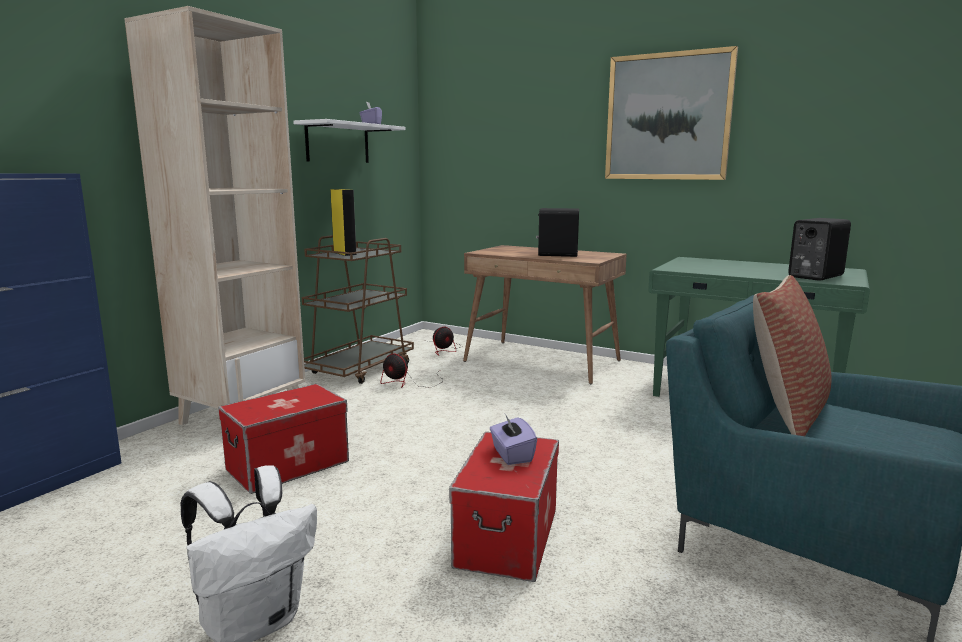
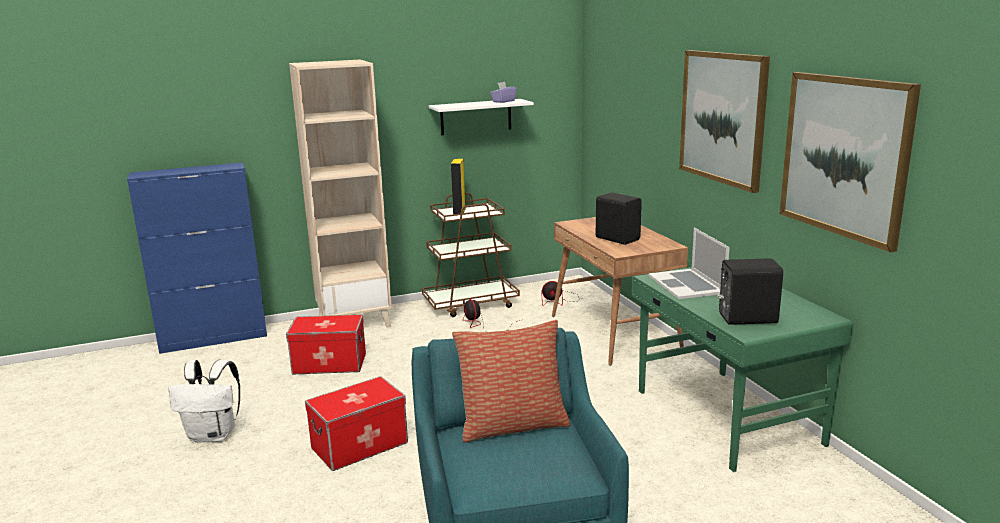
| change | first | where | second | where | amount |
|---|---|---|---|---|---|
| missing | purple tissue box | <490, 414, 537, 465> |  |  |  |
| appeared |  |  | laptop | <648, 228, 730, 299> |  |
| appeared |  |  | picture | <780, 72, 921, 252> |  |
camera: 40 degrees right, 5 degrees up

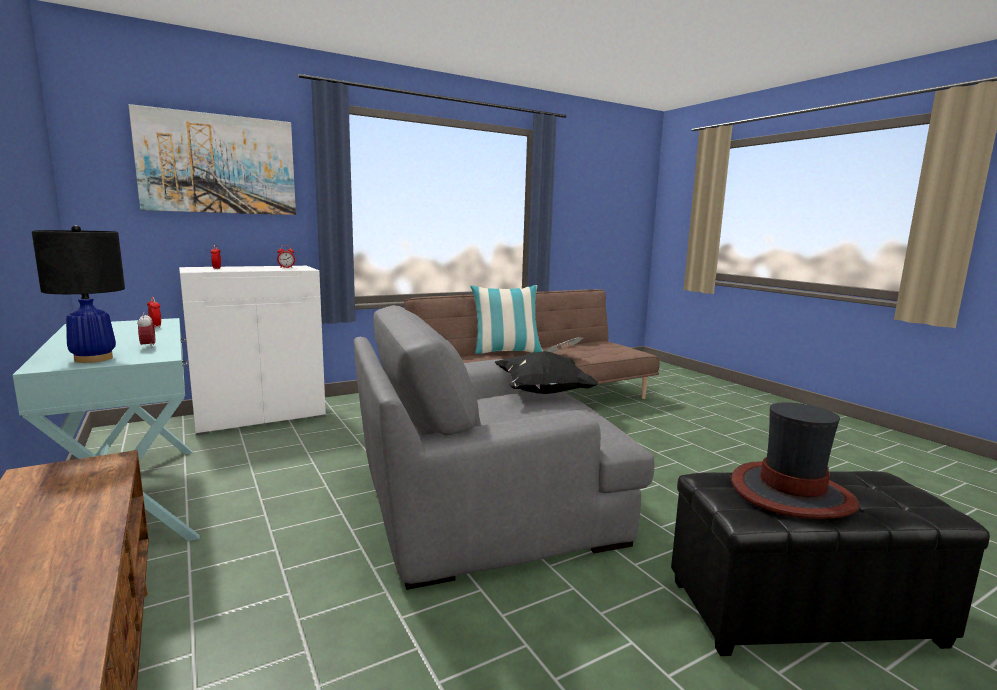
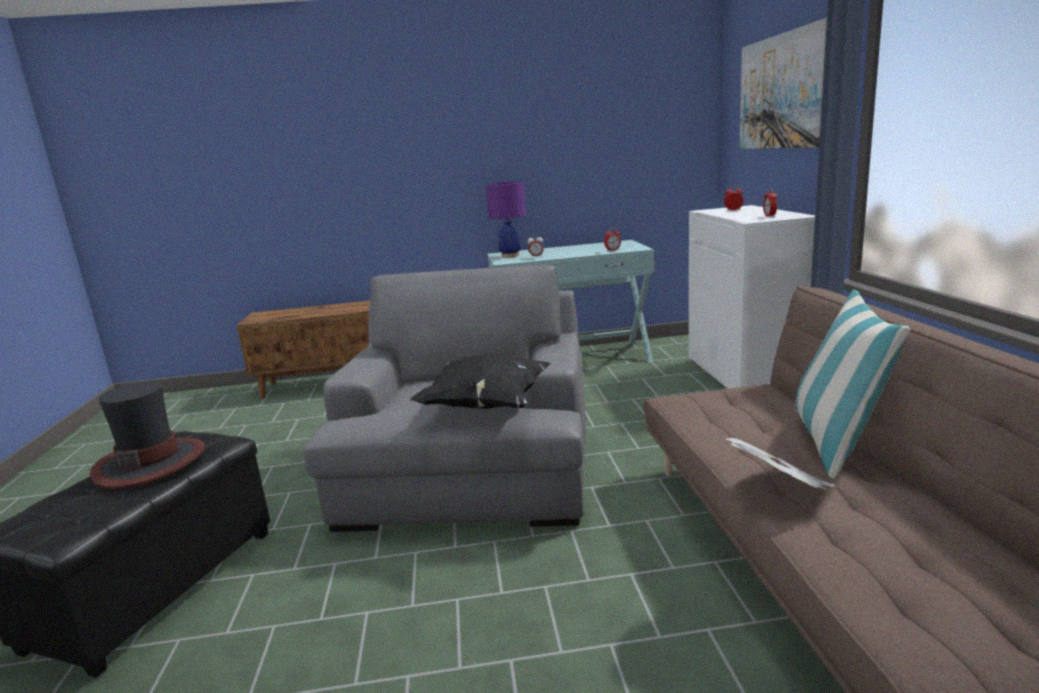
| change | first | where | second | where | amount |
|---|---|---|---|---|---|
| colour | black table lamp | <32, 225, 125, 363> | purple table lamp | <485, 180, 526, 258> |  |
camera: 115 degrees right, 5 degrees up

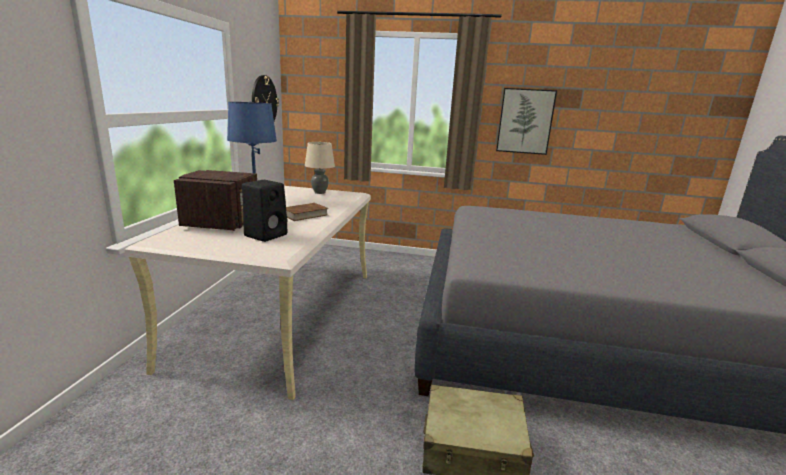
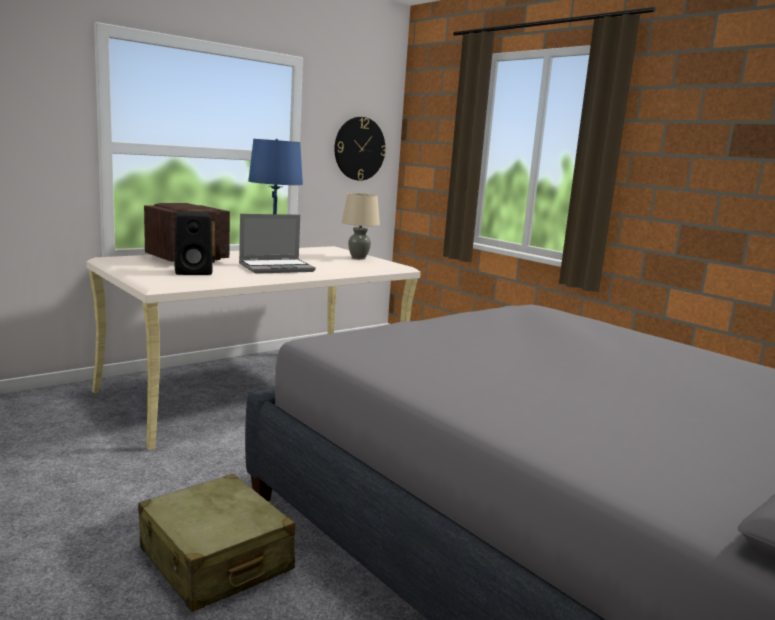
| change | first | where | second | where | amount |
|---|---|---|---|---|---|
| exchanged | brown book | <286, 203, 329, 221> | laptop | <239, 214, 316, 274> |  |
| missing | picture | <496, 88, 557, 155> |  |  |  |
camera: 40 degrees right, 5 degrees down

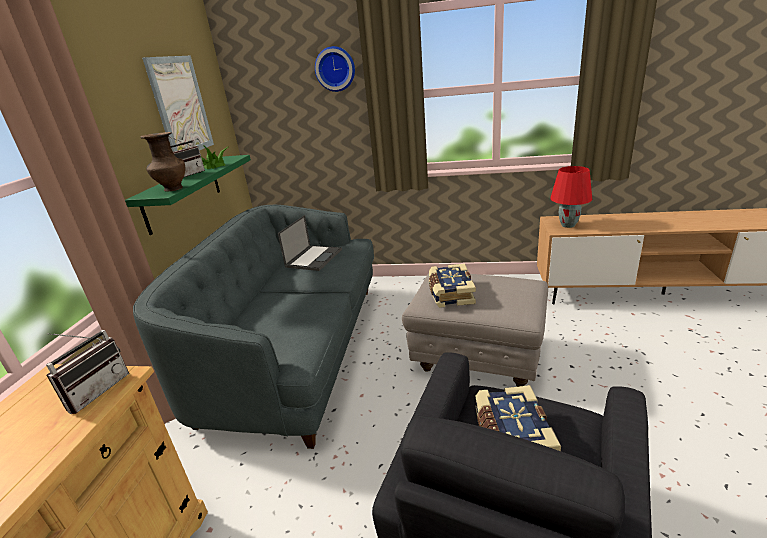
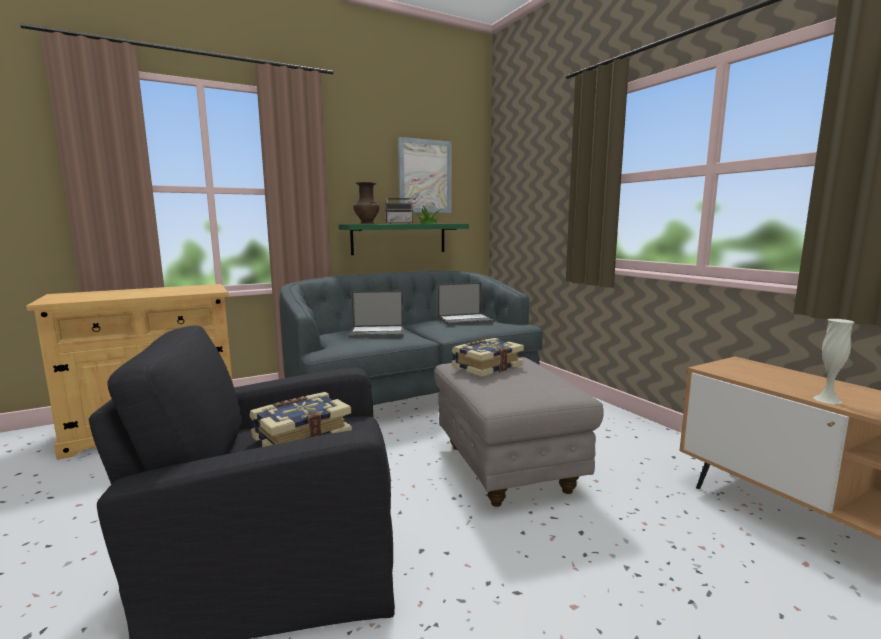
| change | first | where | second | where | amount |
|---|---|---|---|---|---|
| missing | radio | <46, 330, 129, 414> |  |  |  |
| missing | wall clock | <315, 46, 355, 92> |  |  |  |
| missing | red table lamp | <550, 166, 592, 228> |  |  |  |
| appeared |  |  | laptop | <348, 290, 404, 338> |  |
| appeared |  |  | white vase | <813, 319, 854, 404> |  |
camera: 50 degrees right, 15 degrees down

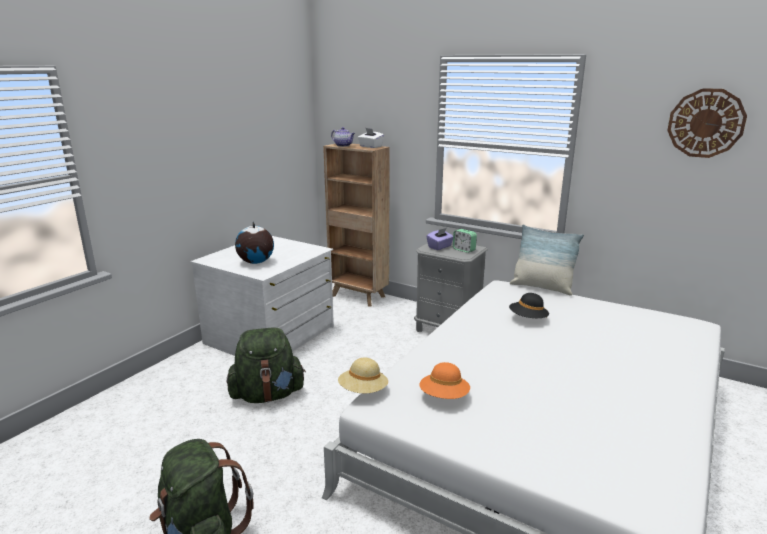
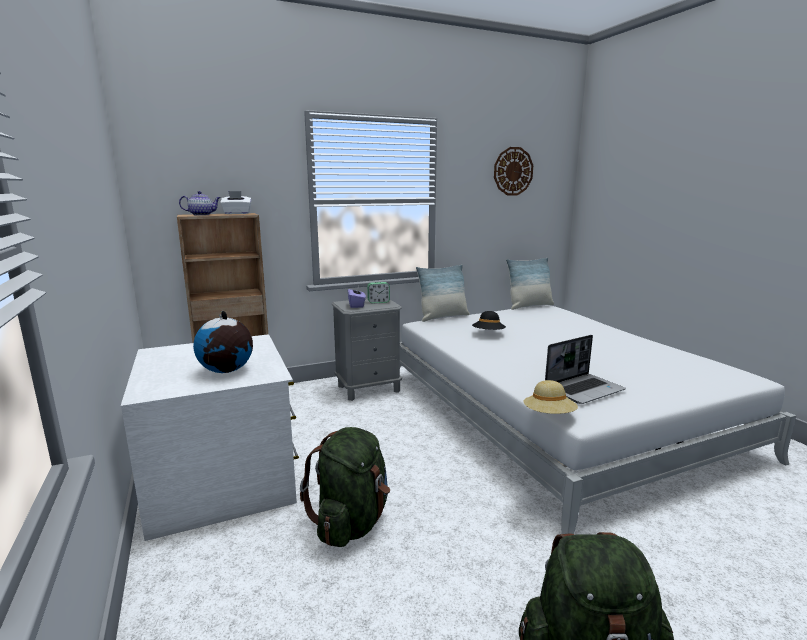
| change | first | where | second | where | amount |
|---|---|---|---|---|---|
| exchanged | orange hat | <419, 362, 470, 399> | laptop | <545, 335, 626, 404> |  |
| appeared |  |  | pillow | <506, 257, 554, 310> |  |
camera: 55 degrees left, 5 degrees down

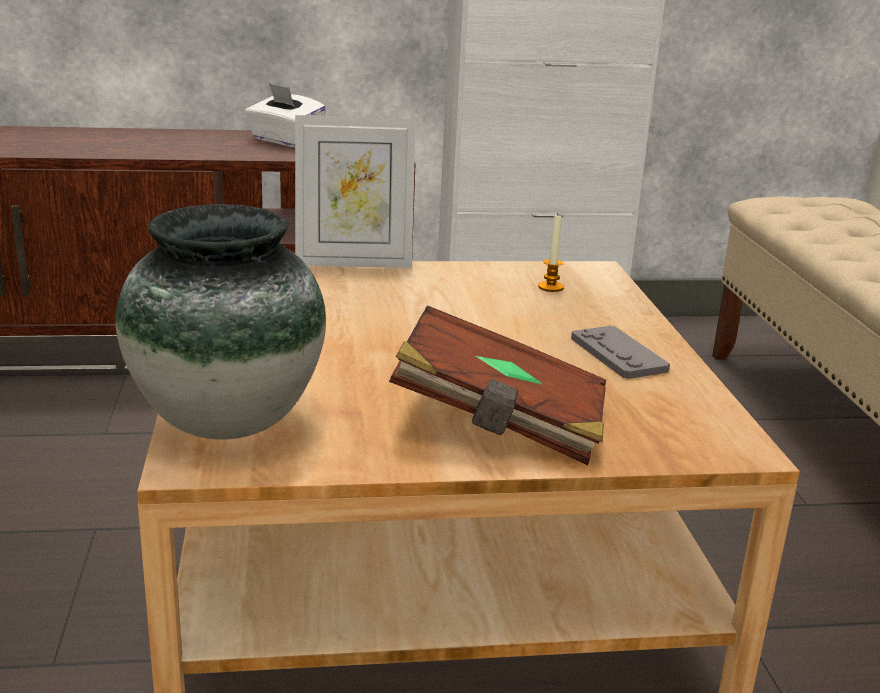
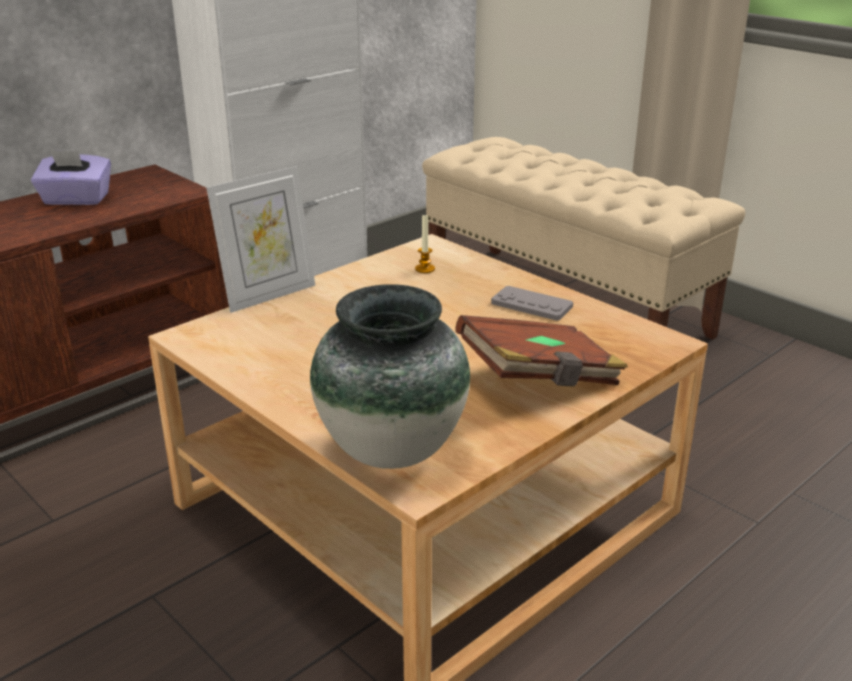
| change | first | where | second | where | amount |
|---|---|---|---|---|---|
| colour | white tissue box | <245, 83, 326, 147> | purple tissue box | <31, 150, 111, 205> |  |
camera: 35 degrees left, 5 degrees up

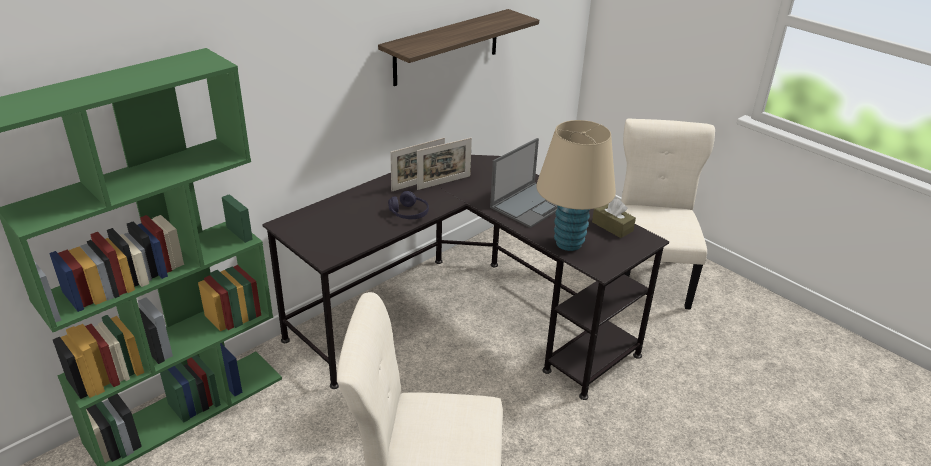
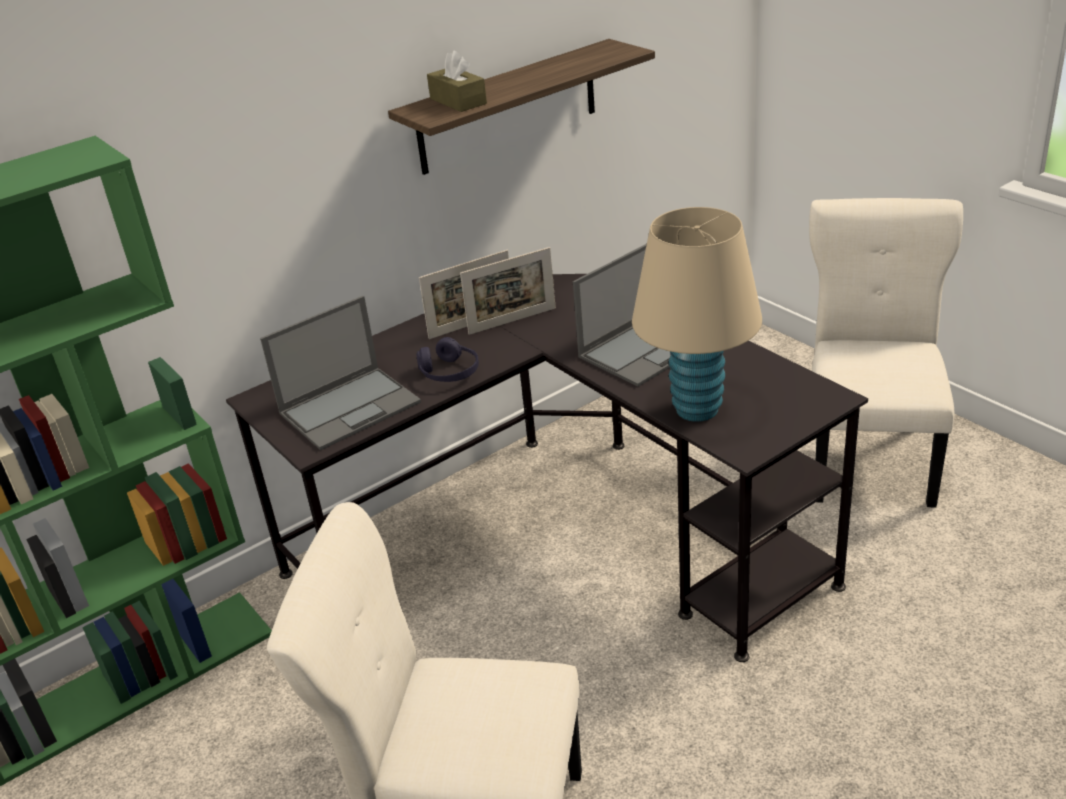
| change | first | where | second | where | amount |
|---|---|---|---|---|---|
| relocated | brown tissue box | <592, 199, 636, 238> |  | <427, 50, 487, 112> |  |
| appeared |  |  | laptop | <260, 296, 421, 450> |  |
camera: 10 degrees right, 0 degrees up

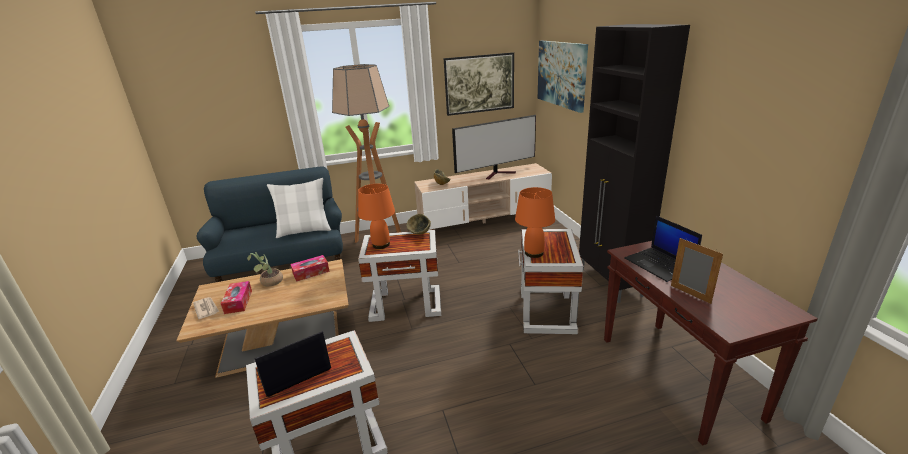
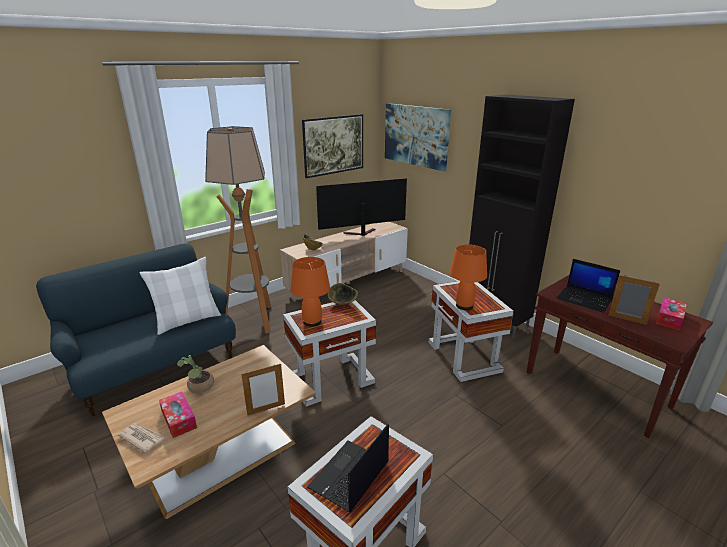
| change | first | where | second | where | amount |
|---|---|---|---|---|---|
| relocated | tissue box | <291, 255, 330, 282> |  | <656, 297, 687, 330> |  |
| spun | television | <452, 115, 536, 179> |  | <316, 178, 407, 236> | 150 degrees counterclockwise |
| appeared |  |  | picture frame | <241, 363, 285, 416> |  |
camera: 25 degrees left, 0 degrees up

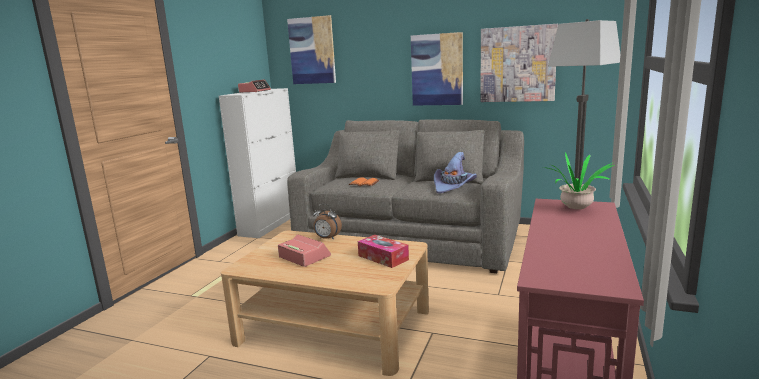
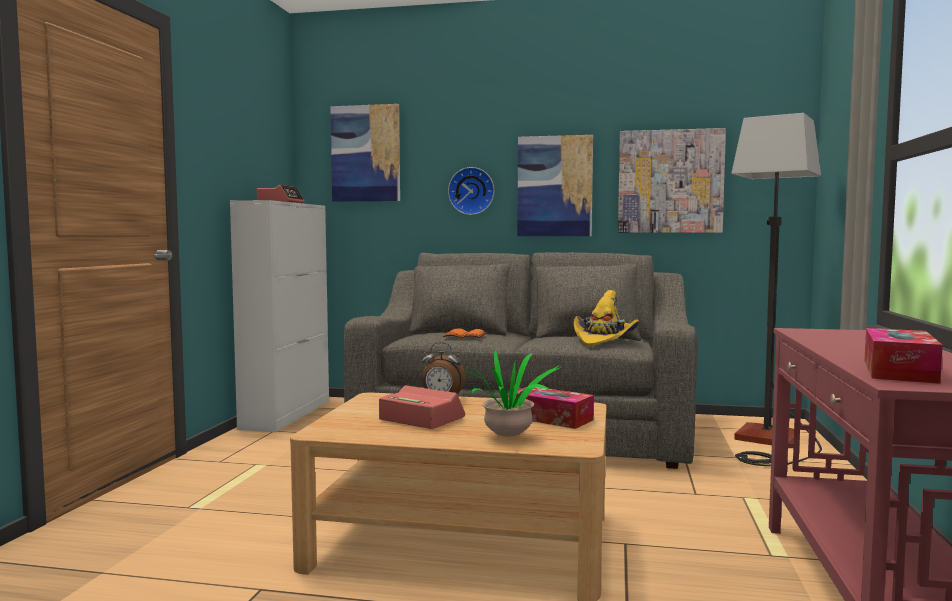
| change | first | where | second | where | amount |
|---|---|---|---|---|---|
| colour | purple hat | <434, 152, 477, 194> | yellow hat | <573, 290, 639, 346> |  |
| relocated | potted plant | <543, 152, 614, 210> |  | <465, 349, 561, 437> |  |
| appeared |  |  | wall clock | <448, 167, 494, 215> |  |
| appeared |  |  | tissue box | <864, 328, 943, 384> |  |
camera: 10 degrees left, 10 degrees down

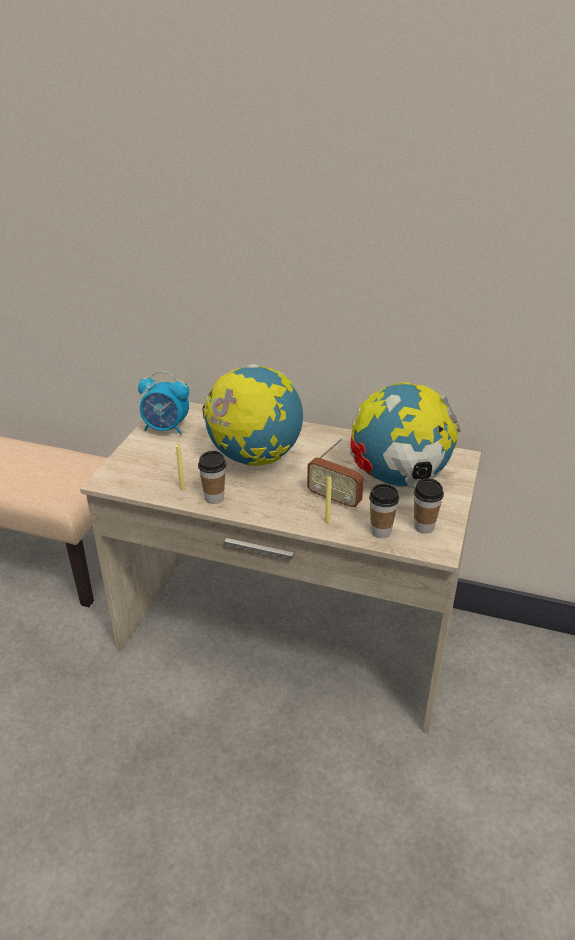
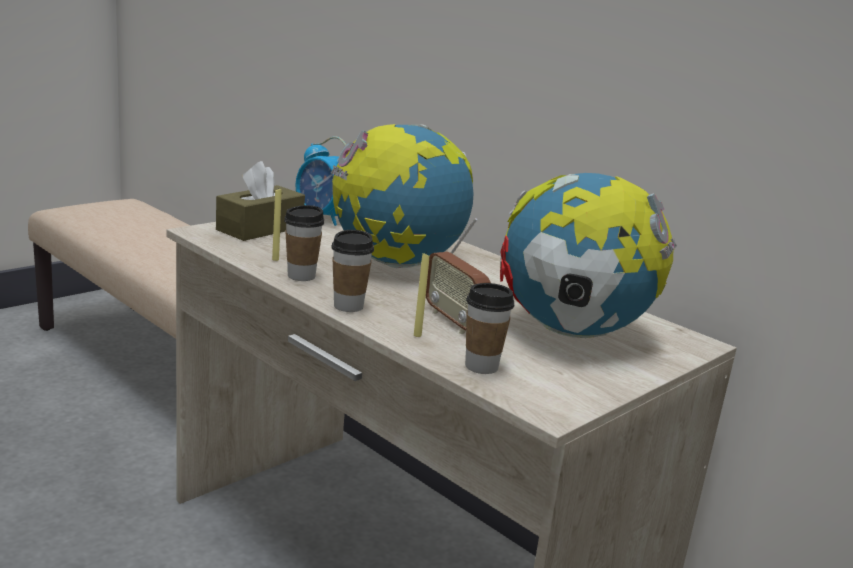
| change | first | where | second | where | amount |
|---|---|---|---|---|---|
| relocated | cup | <414, 478, 444, 534> |  | <331, 230, 374, 312> |  |
| appeared |  |  | brown tissue box | <216, 161, 305, 241> |  |
camera: 25 degrees right, 15 degrees down

